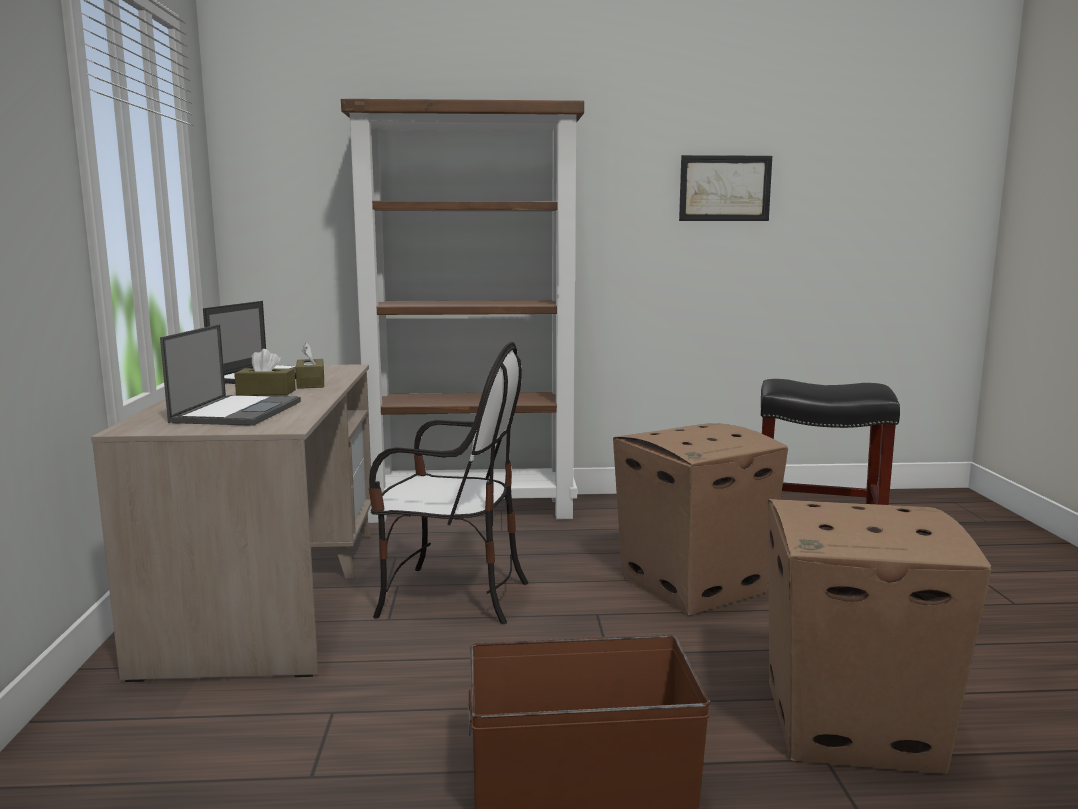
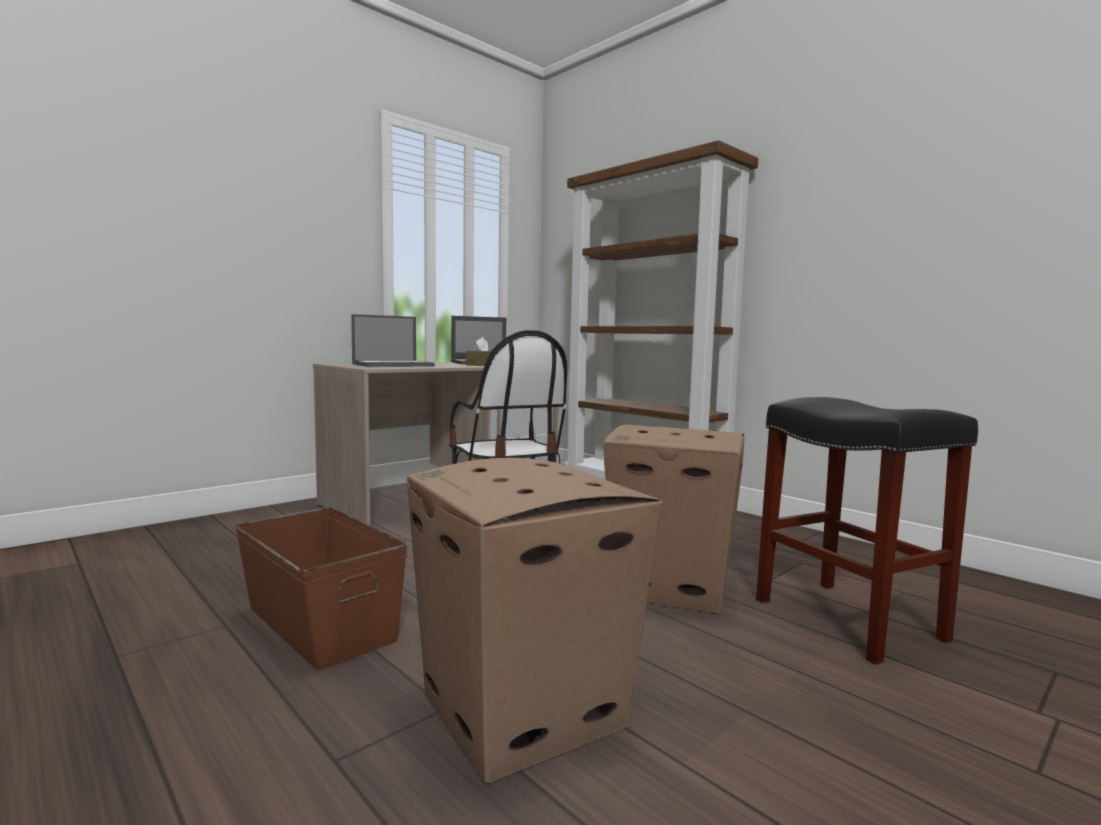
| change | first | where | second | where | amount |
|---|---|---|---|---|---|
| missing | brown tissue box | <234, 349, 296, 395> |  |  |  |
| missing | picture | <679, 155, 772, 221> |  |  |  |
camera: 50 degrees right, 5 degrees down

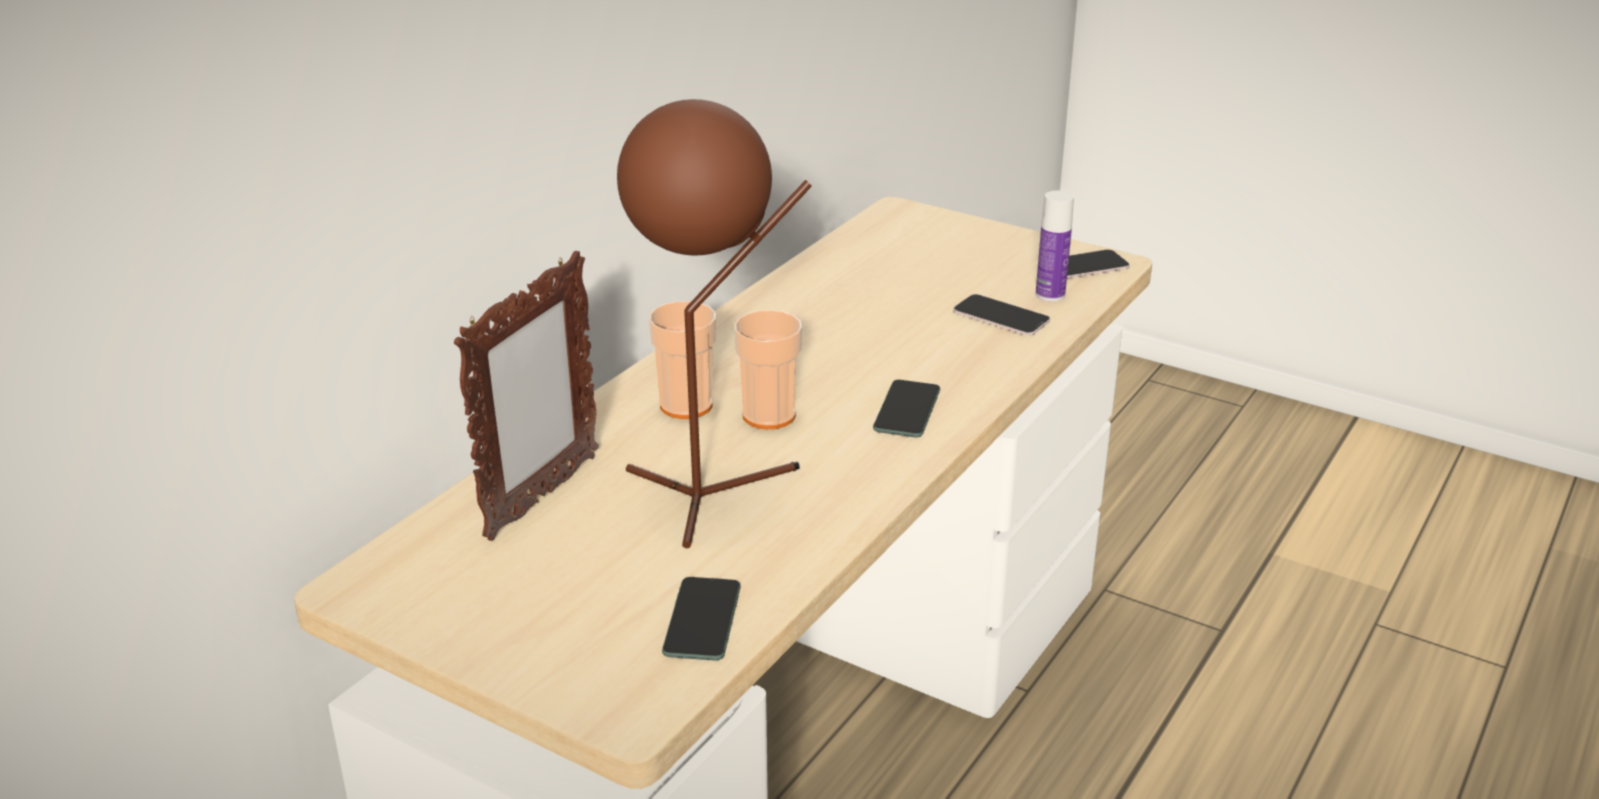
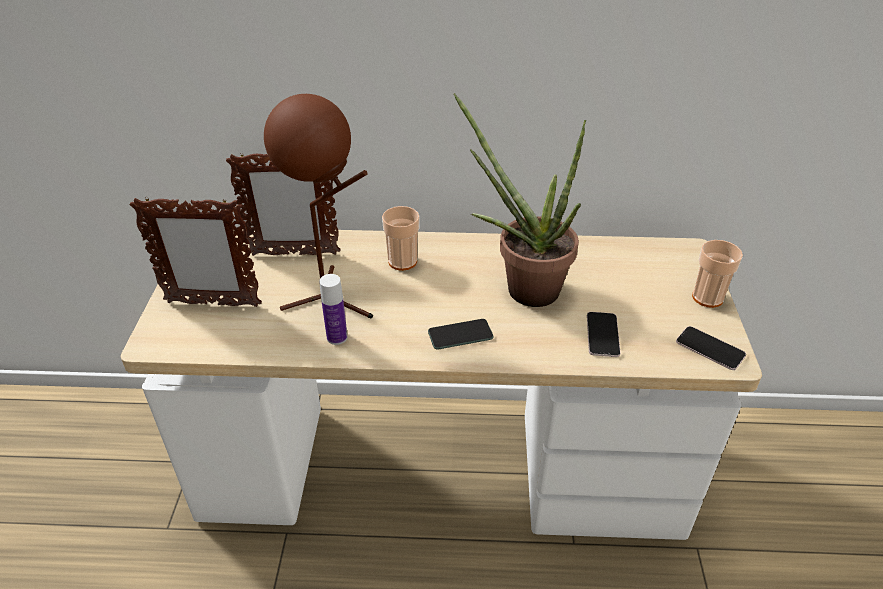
| change | first | where | second | where | amount |
|---|---|---|---|---|---|
| missing | phone | <662, 577, 741, 660> |  |  |  |
| relocated | cup | <734, 310, 802, 429> |  | <692, 240, 743, 308> |  |
| relocated | bottle | <1036, 190, 1074, 301> |  | <319, 274, 347, 345> |  |
| appeared |  |  | picture frame | <130, 197, 262, 307> |  |
| appeared |  |  | potted plant | <454, 93, 586, 307> |  |
camera: 60 degrees right, 10 degrees up

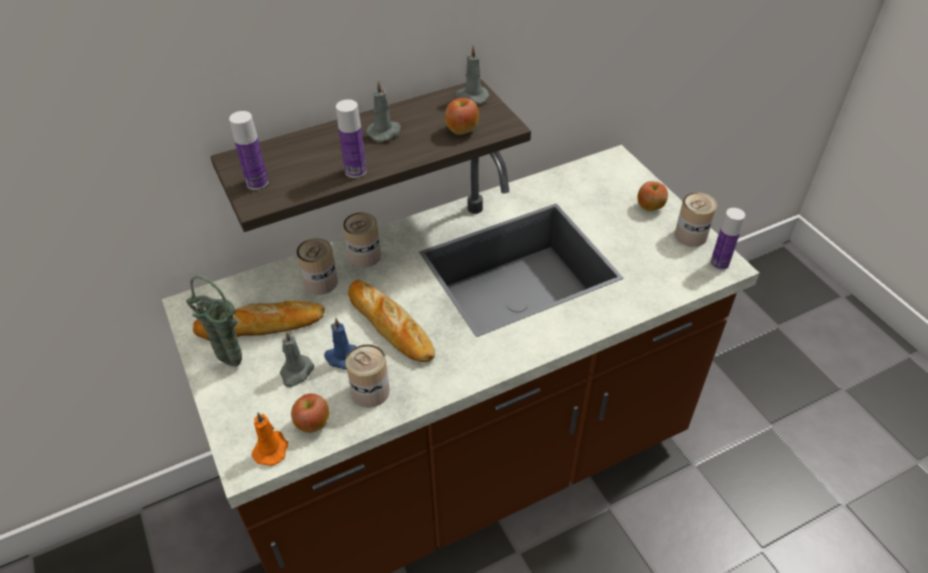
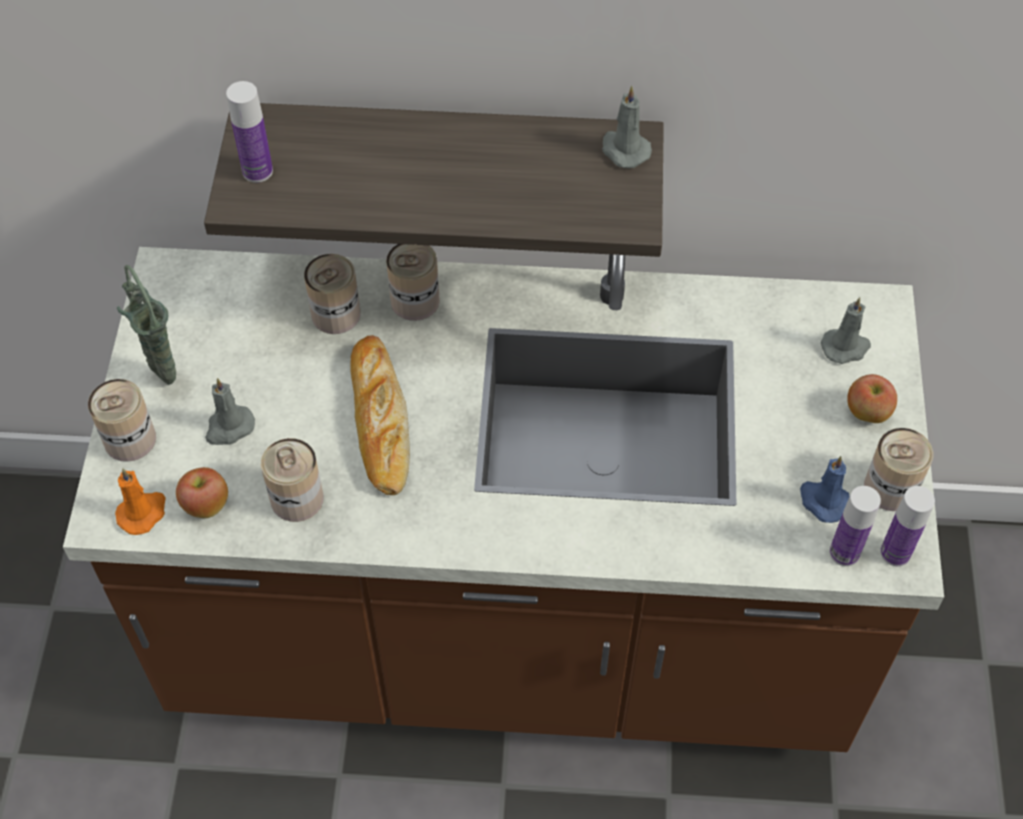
| change | first | where | second | where | amount |
|---|---|---|---|---|---|
| missing | bread | <193, 300, 325, 341> |  |  |  |
| relocated | blue candle | <324, 318, 357, 370> |  | <800, 456, 849, 523> |  |
| relocated | bottle | <336, 99, 366, 178> |  | <830, 486, 881, 566> |  |
| relocated | grey candle | <367, 80, 401, 142> |  | <821, 297, 871, 364> |  |
| missing | apple | <445, 98, 479, 135> |  |  |  |
| appeared |  |  | can | <88, 379, 156, 462> |  |
camera: 30 degrees right, 10 degrees up

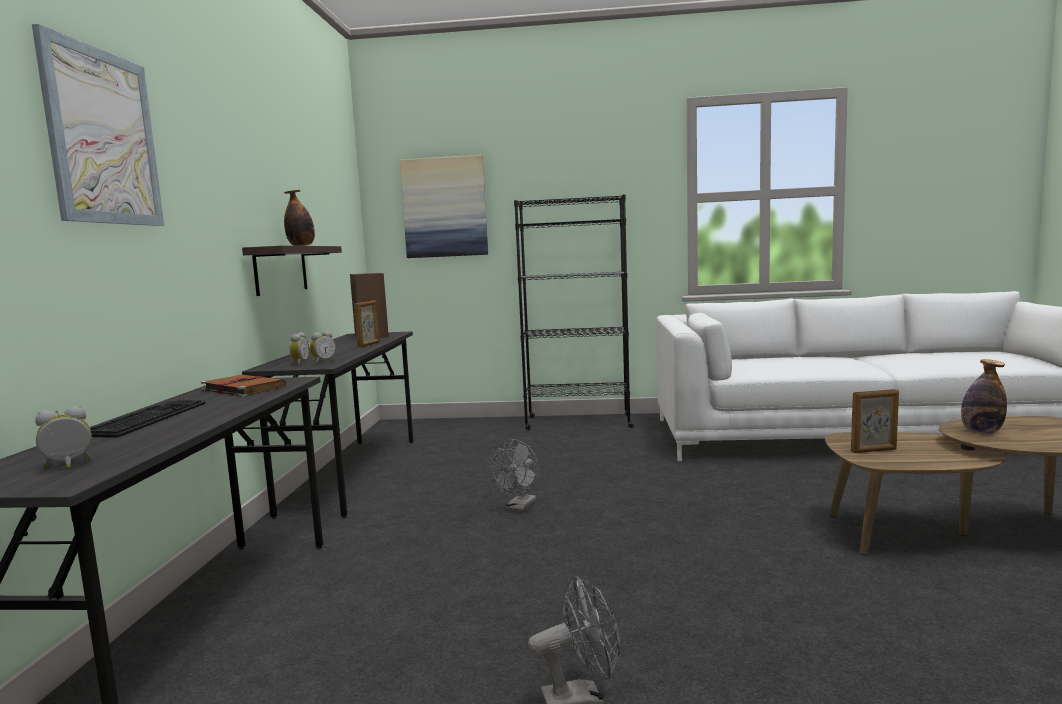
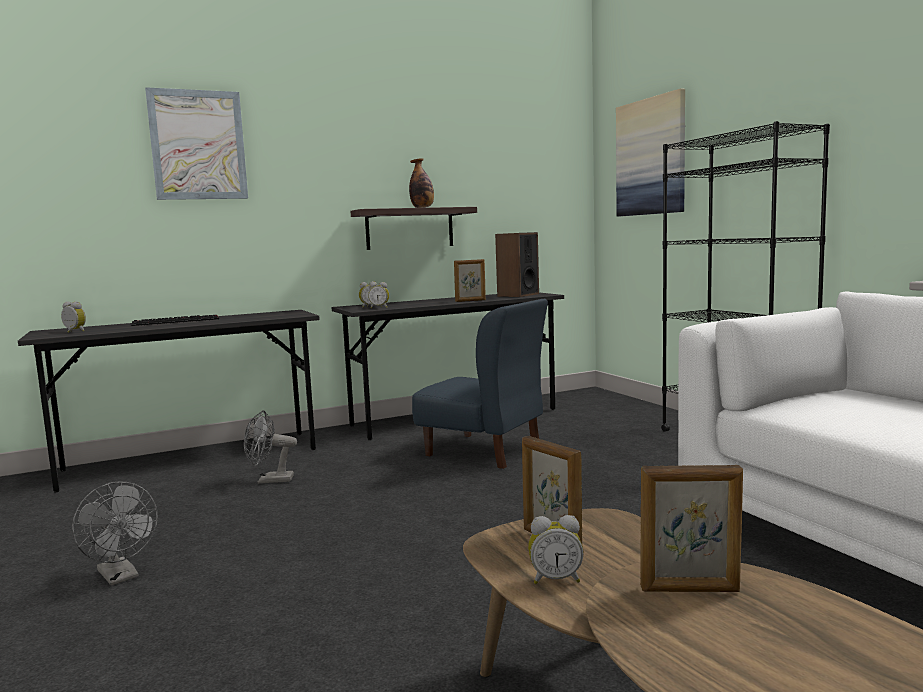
| change | first | where | second | where | amount |
|---|---|---|---|---|---|
| missing | brown book | <201, 375, 287, 397> |  |  |  |
| relocated | grey fan | <489, 439, 539, 512> |  | <244, 410, 297, 484> |  |
| exchanged | bottle | <961, 359, 1007, 434> | picture frame | <640, 465, 743, 592> |  |
| appeared |  |  | blue chair | <412, 299, 548, 469> |  |
| appeared |  |  | alarm clock | <528, 515, 584, 584> |  |
camera: 60 degrees right, 0 degrees up

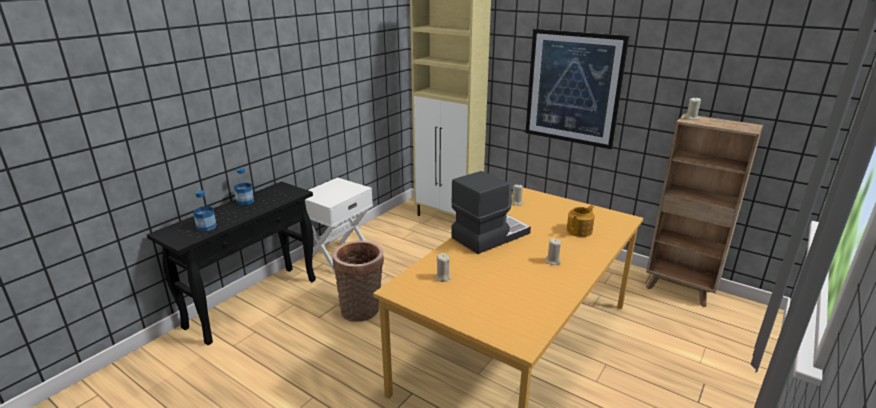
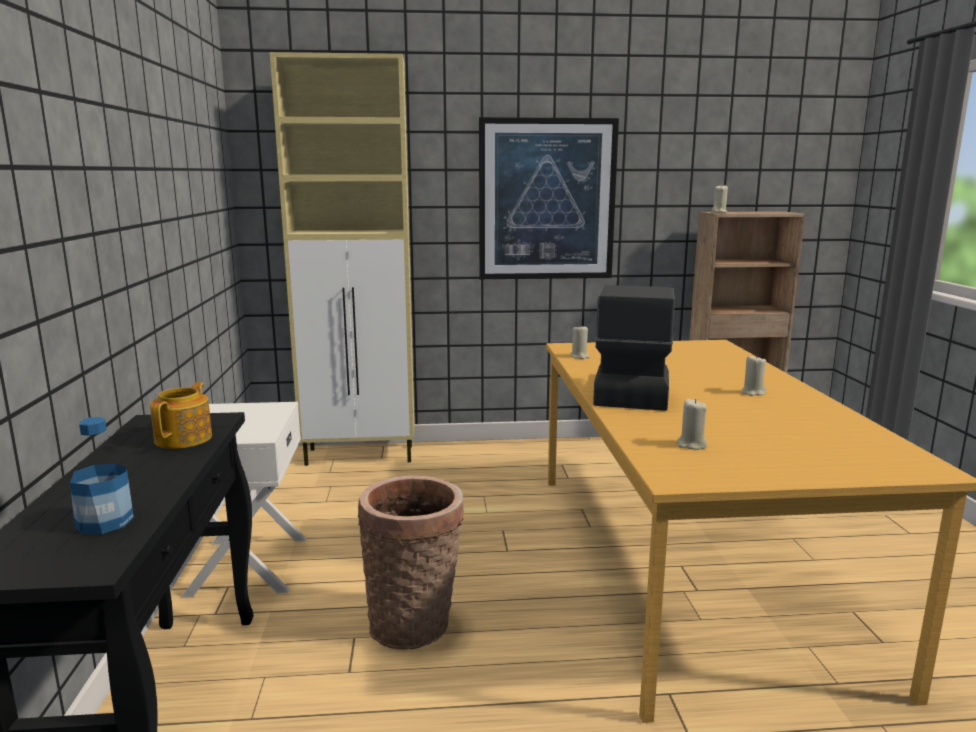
| change | first | where | second | where | amount |
|---|---|---|---|---|---|
| missing | bottle | <234, 168, 254, 205> |  |  |  |
| relocated | teapot | <566, 205, 595, 237> |  | <150, 382, 212, 449> |  |
camera: 40 degrees left, 10 degrees down

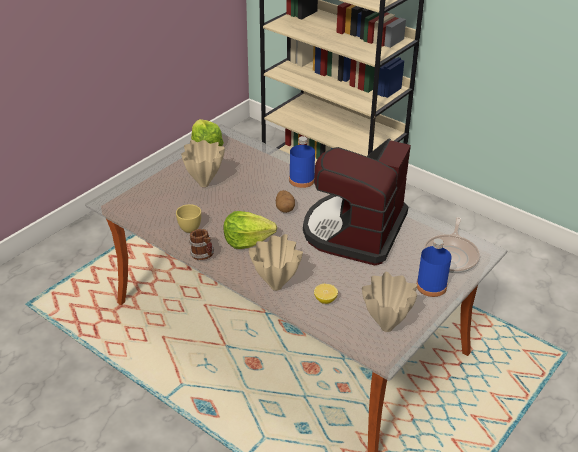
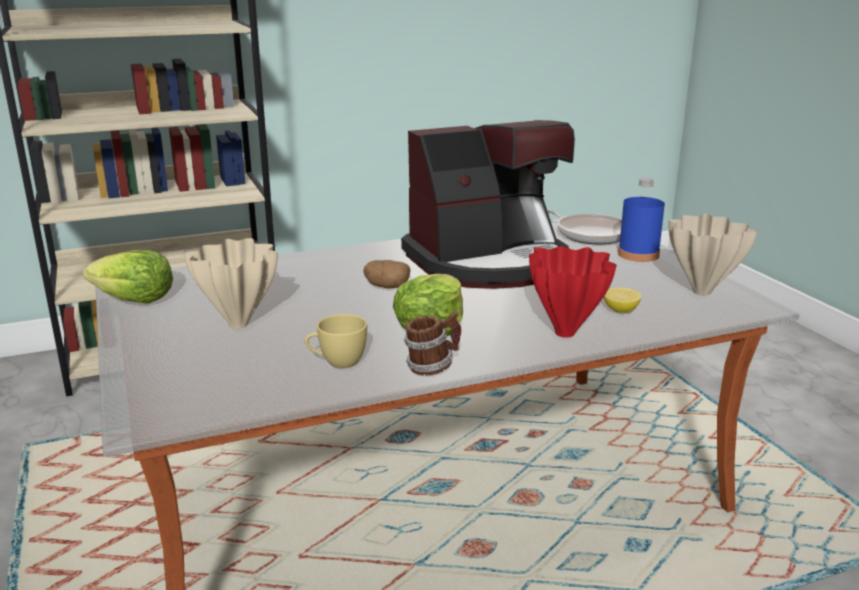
| change | first | where | second | where | amount |
|---|---|---|---|---|---|
| colour | beige vase | <249, 234, 303, 291> | red vase | <529, 246, 617, 338> |  |
| missing | blue bottle | <289, 136, 315, 188> |  |  |  |
| spun | coffee machine | <303, 139, 411, 265> |  | <401, 120, 575, 289> | 75 degrees counterclockwise |
camera: 60 degrees left, 15 degrees down

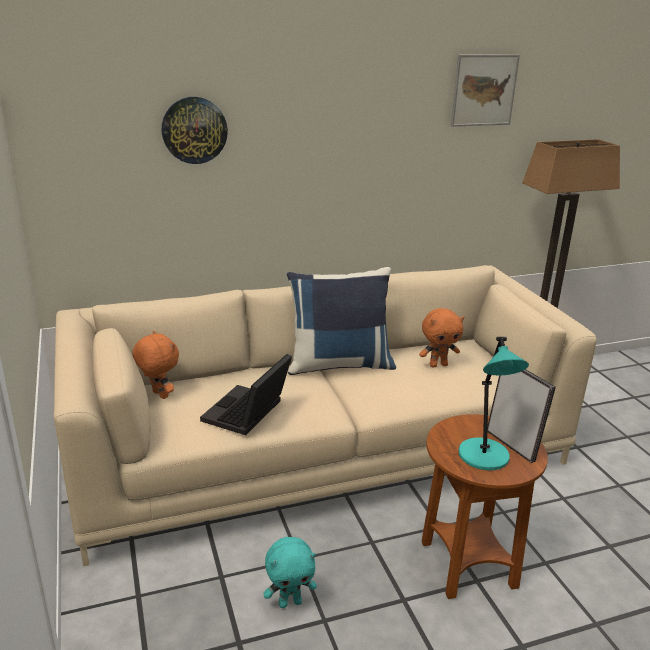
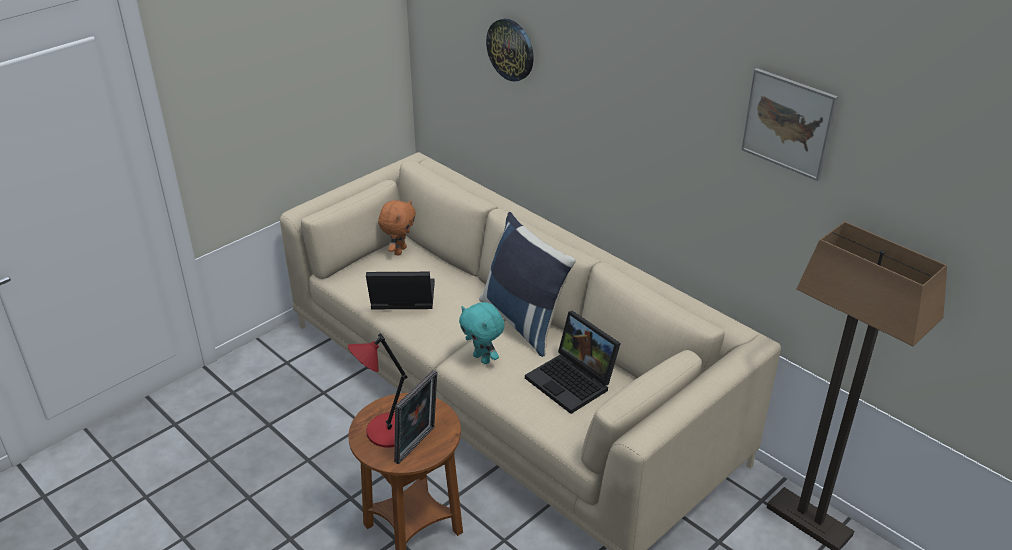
| change | first | where | second | where | amount |
|---|---|---|---|---|---|
| relocated | turquoise plush toy | <263, 537, 317, 608> |  | <459, 302, 505, 364> |  |
| exchanged | orange plush toy | <419, 308, 464, 367> | laptop | <525, 311, 621, 414> |  |
| colour | turquoise table lamp | <458, 337, 529, 470> | red table lamp | <348, 333, 407, 448> |  |
camera: 65 degrees right, 10 degrees up

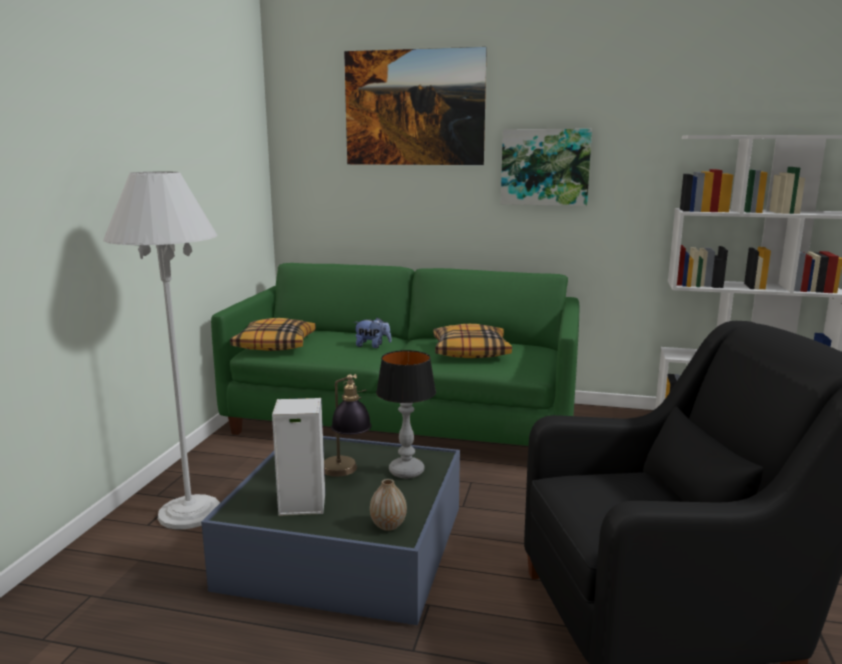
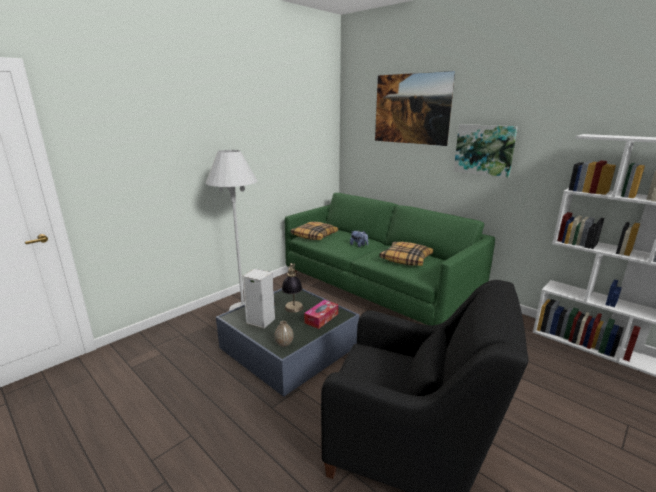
| change | first | where | second | where | amount |
|---|---|---|---|---|---|
| exchanged | table lamp | <376, 350, 436, 478> | tissue box | <304, 300, 338, 329> |  |
camera: 30 degrees right, 5 degrees up

